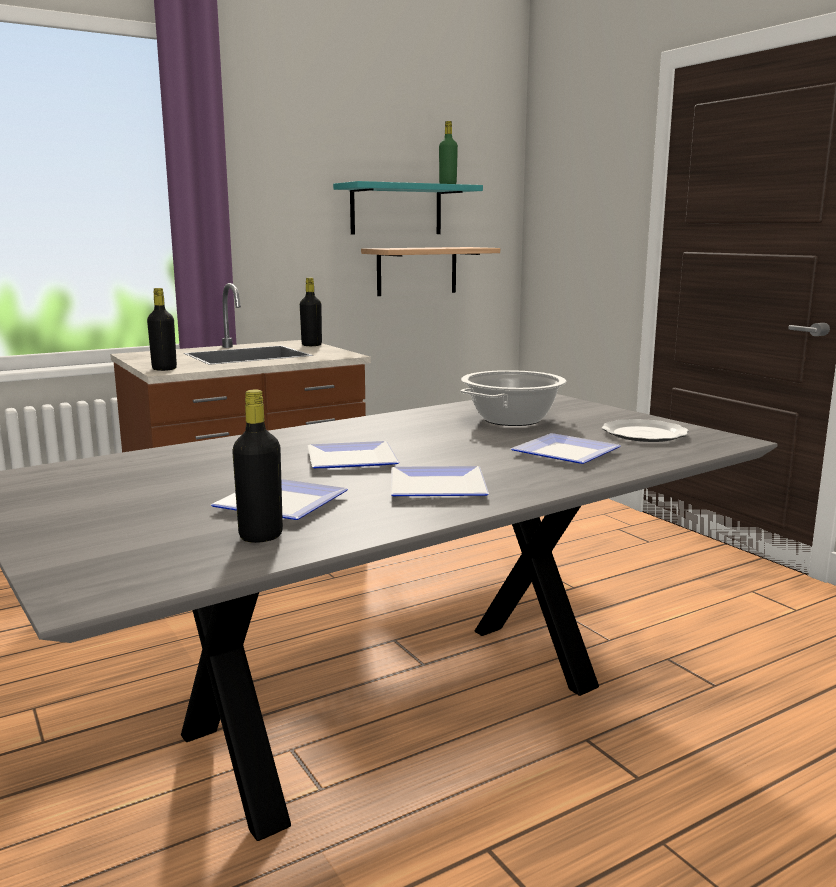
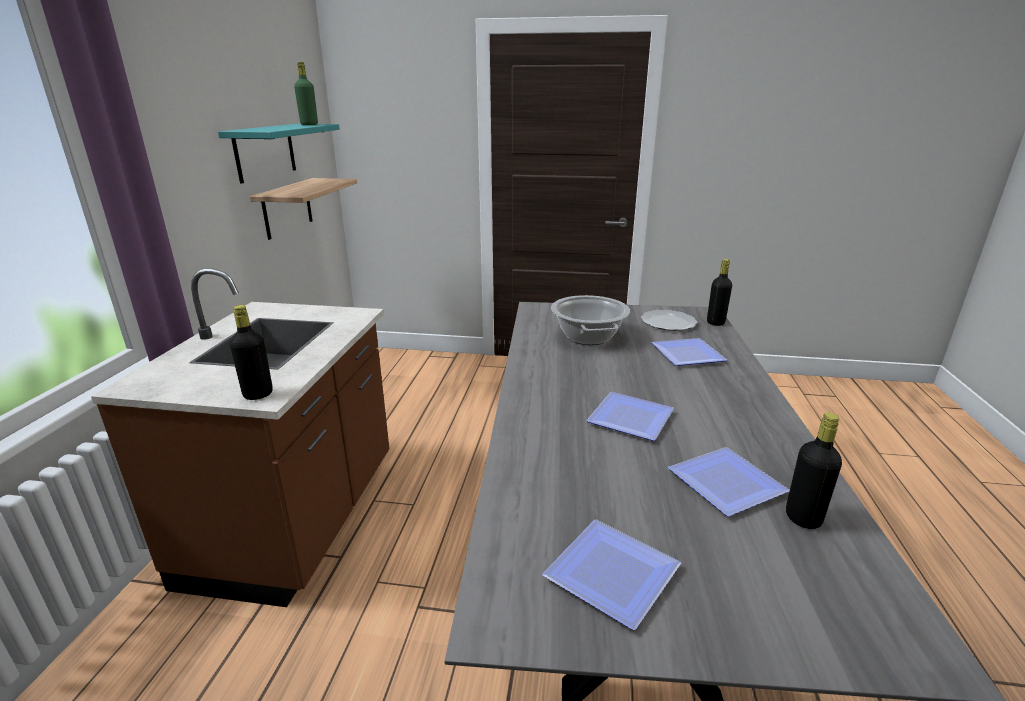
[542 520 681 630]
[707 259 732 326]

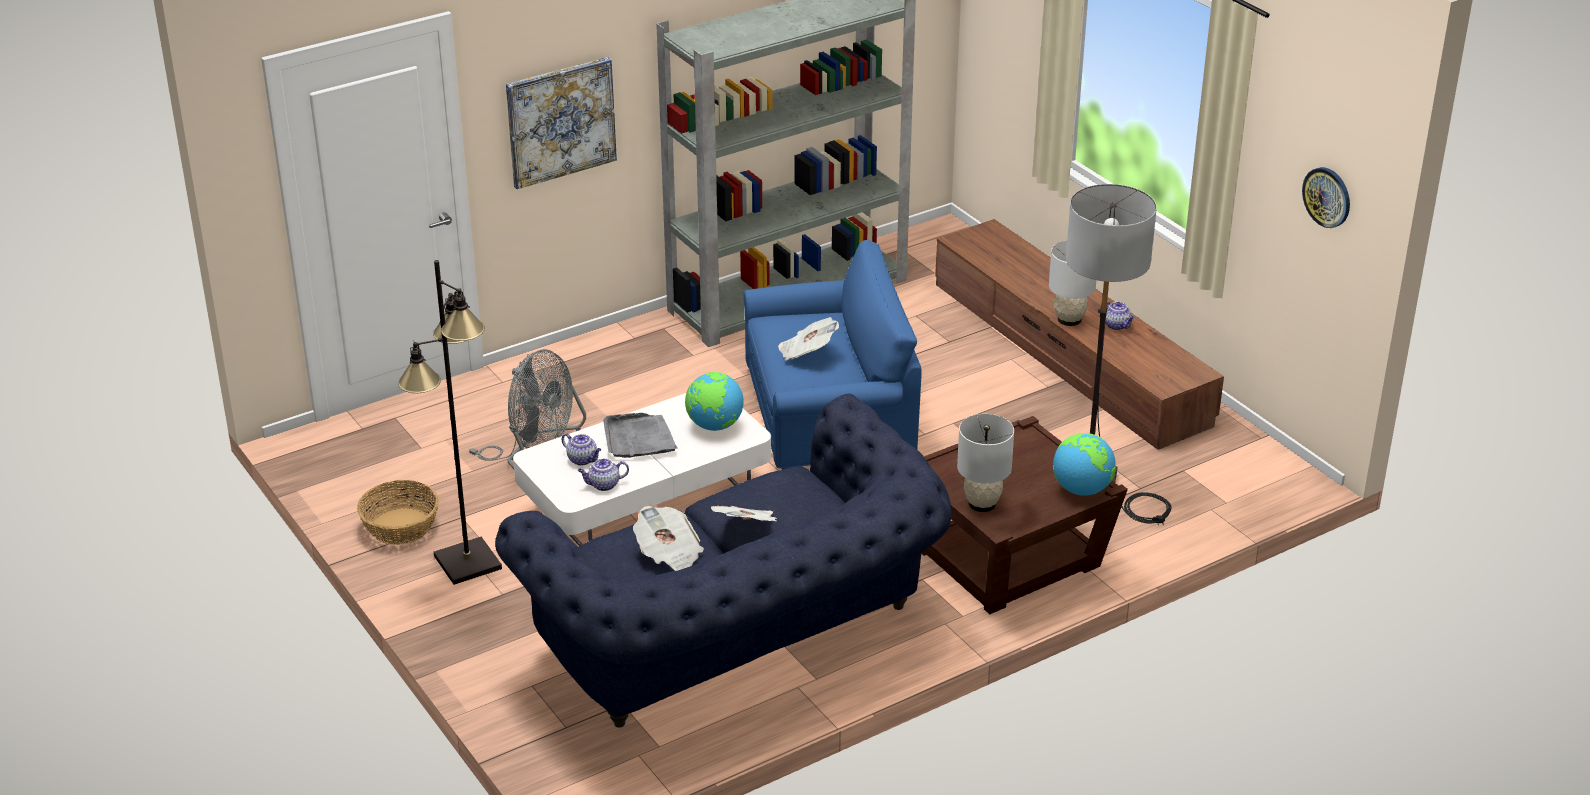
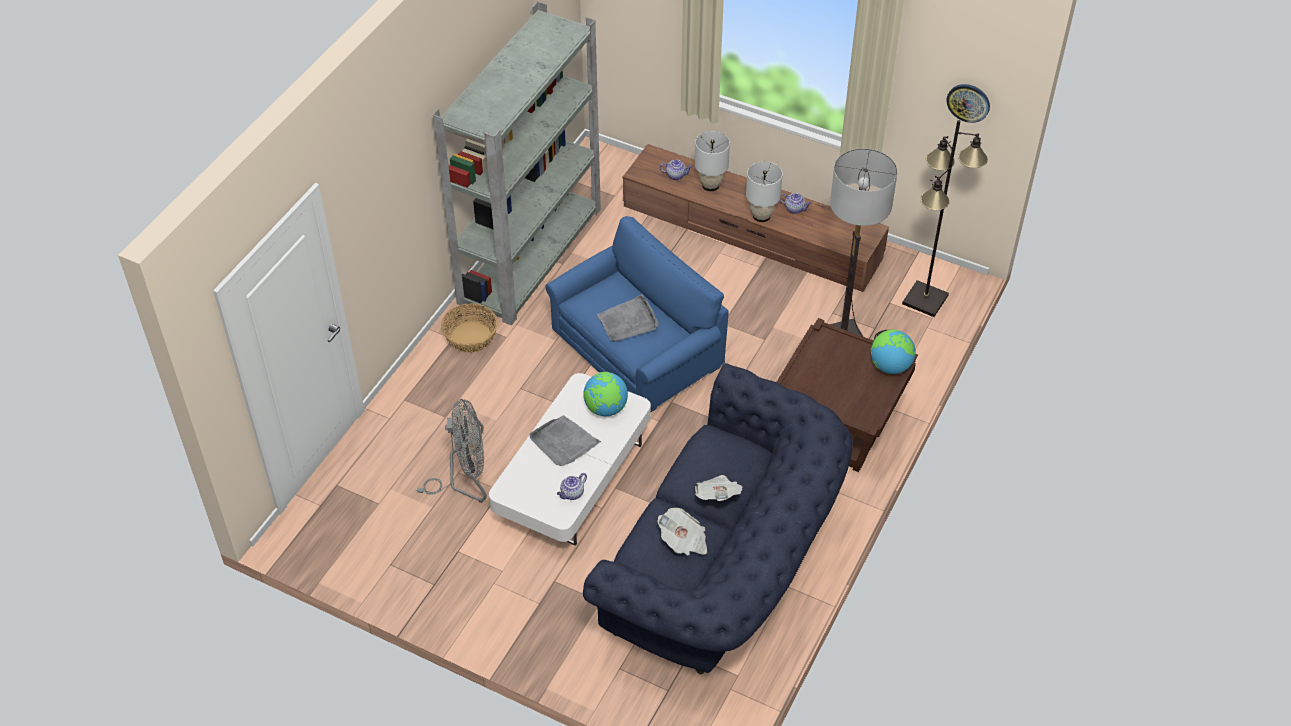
[441 303 498 353]
[597 294 659 342]
[660 159 693 180]
[695 131 730 191]
[902 120 988 317]
[506 57 617 189] (first image)

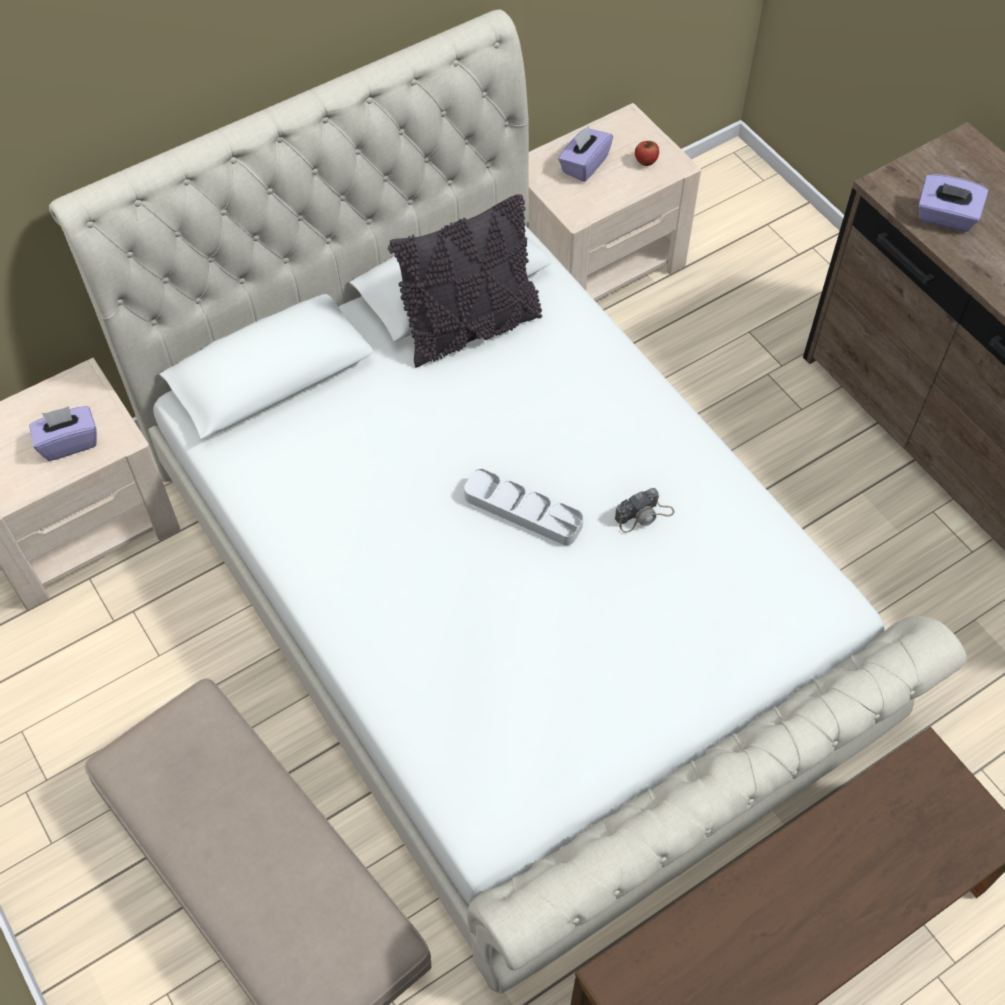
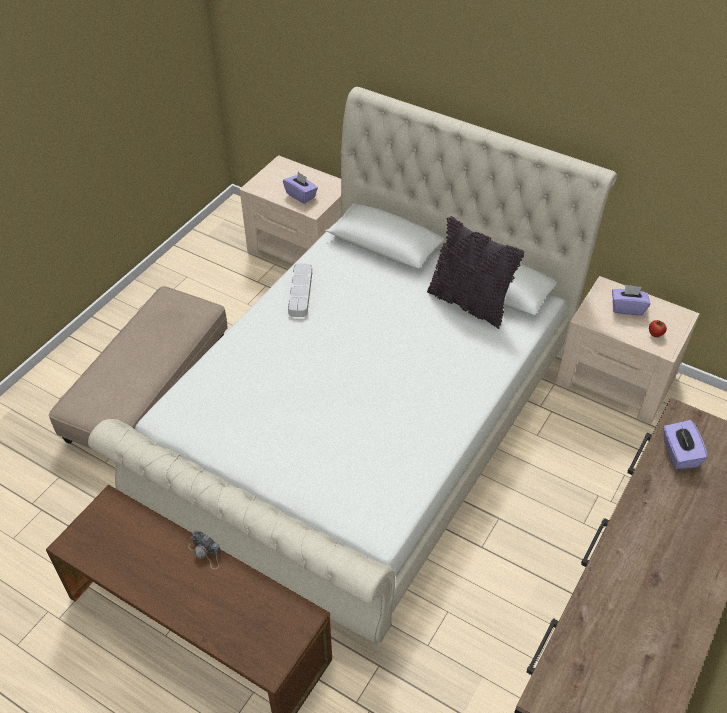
[188 531 221 570]
[288 263 312 317]

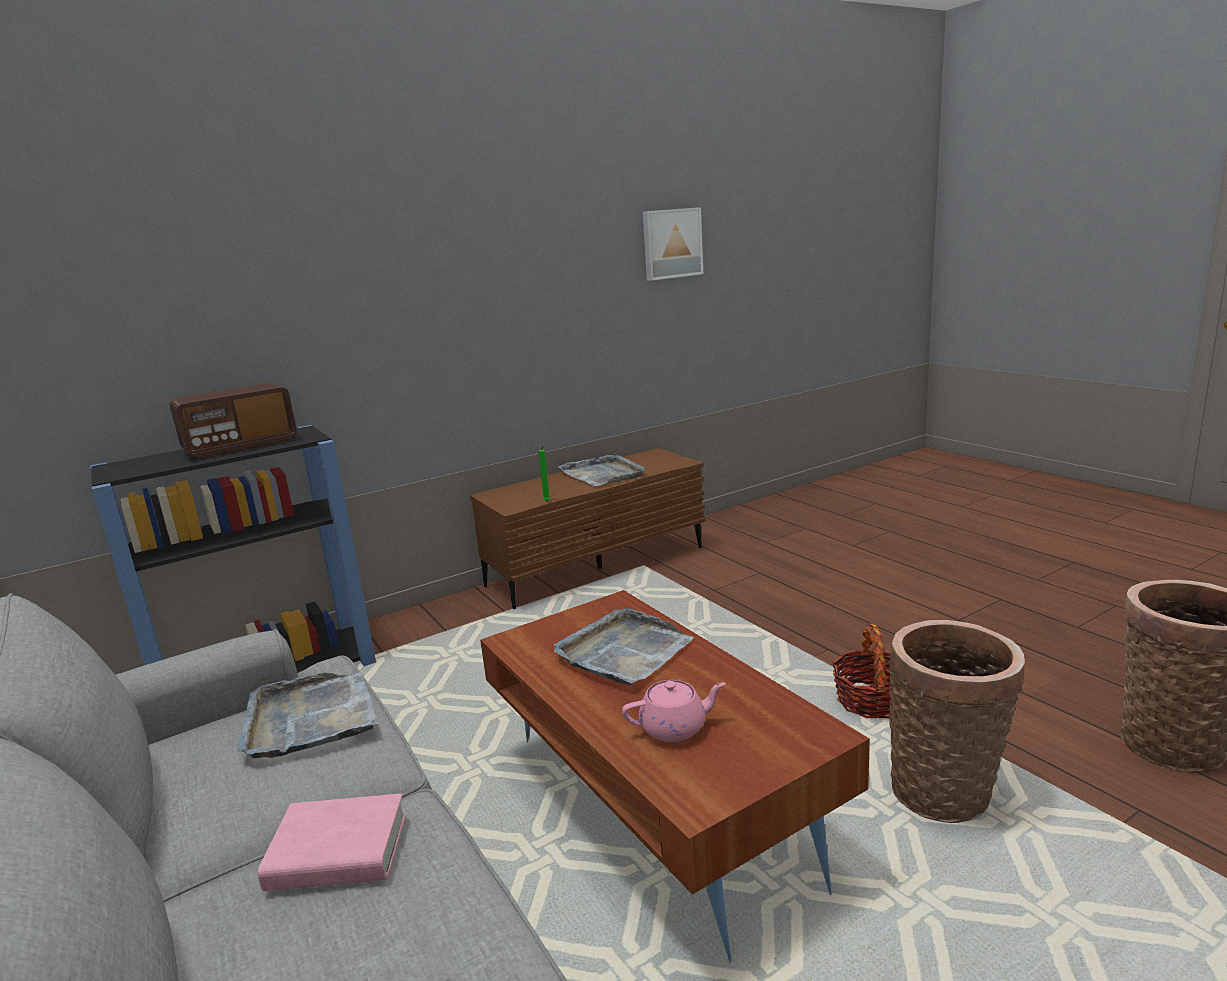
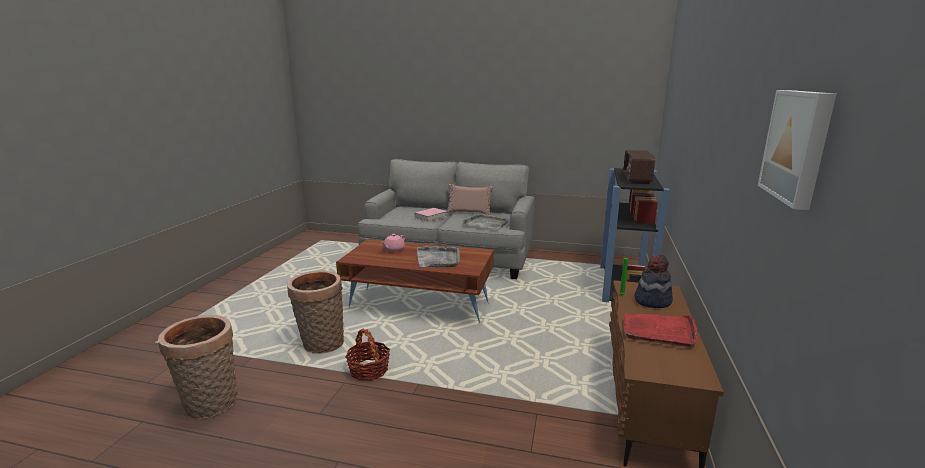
[446 184 493 215]
[624 313 699 347]
[634 255 673 308]

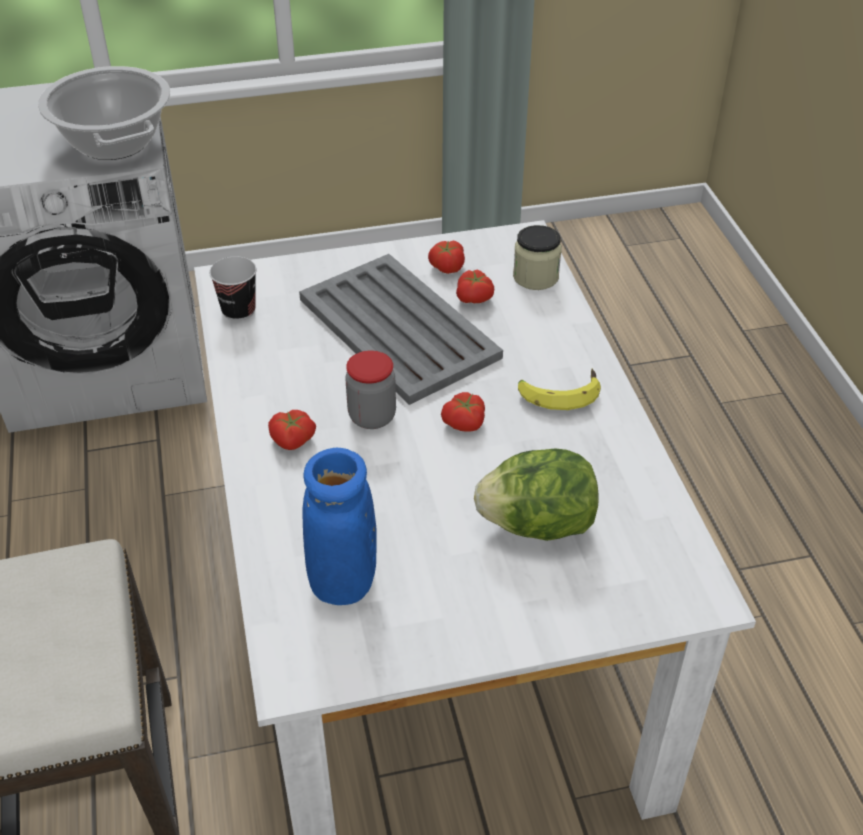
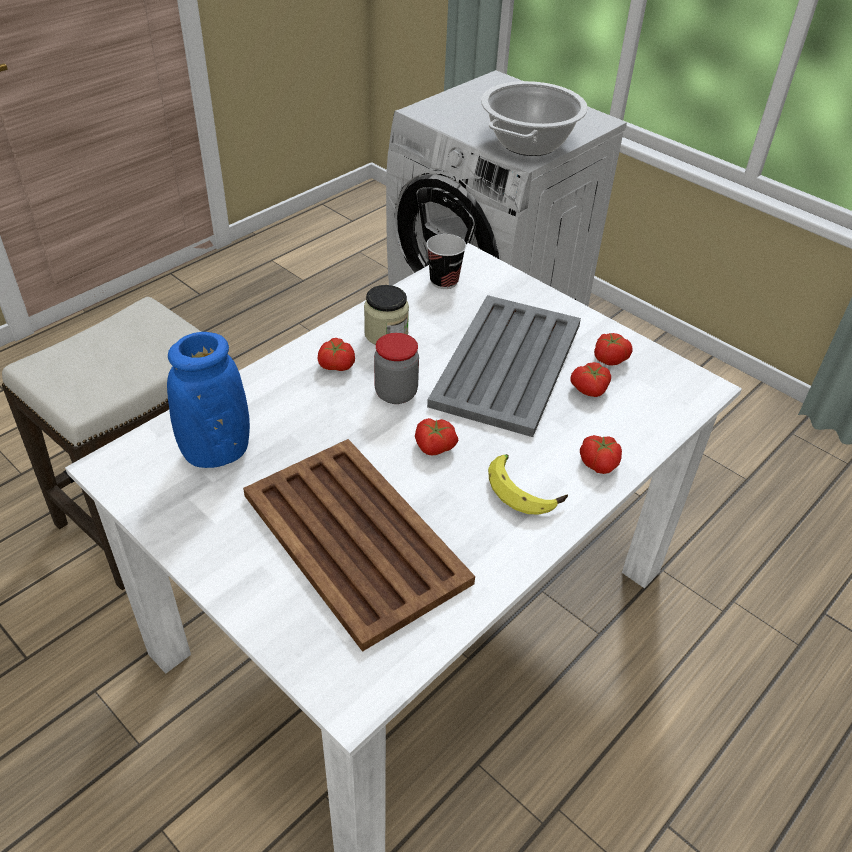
[243 439 475 652]
[364 285 409 345]
[580 435 622 474]

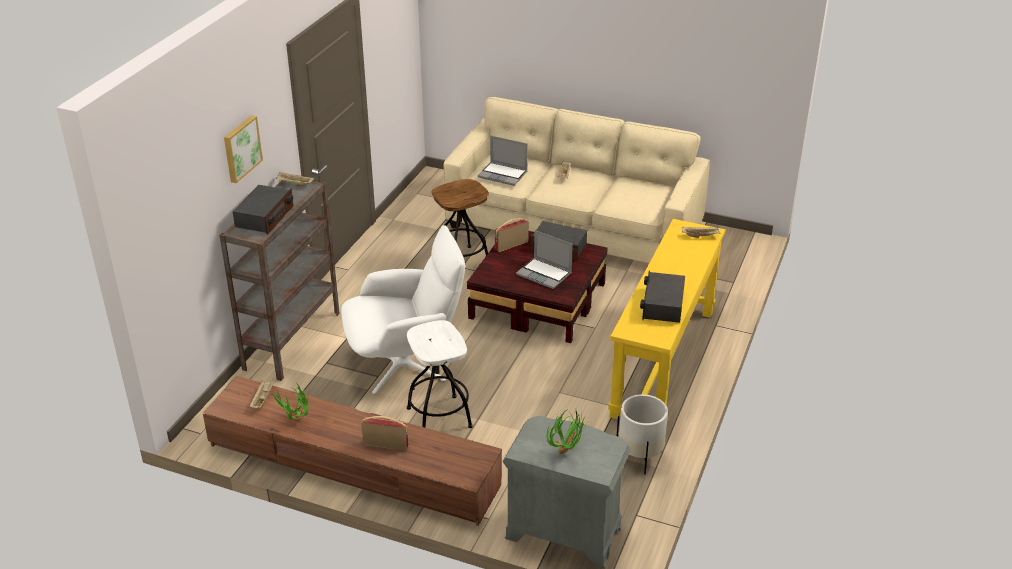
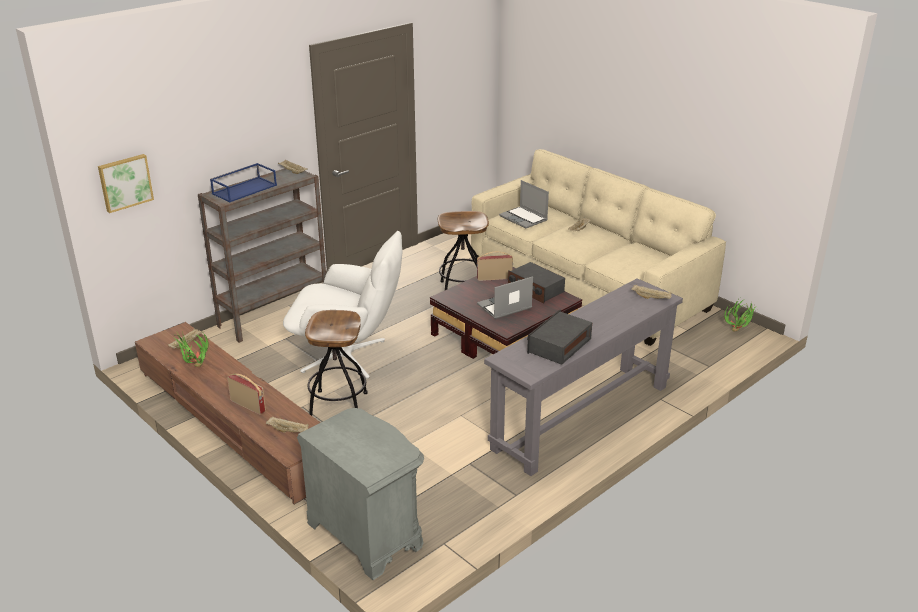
[98 154 154 213]
[210 163 277 202]
[266 417 309 433]
[305 310 368 417]
[477 276 533 319]
[484 278 683 476]
[724 299 755 332]
[617 394 668 474] (first image)

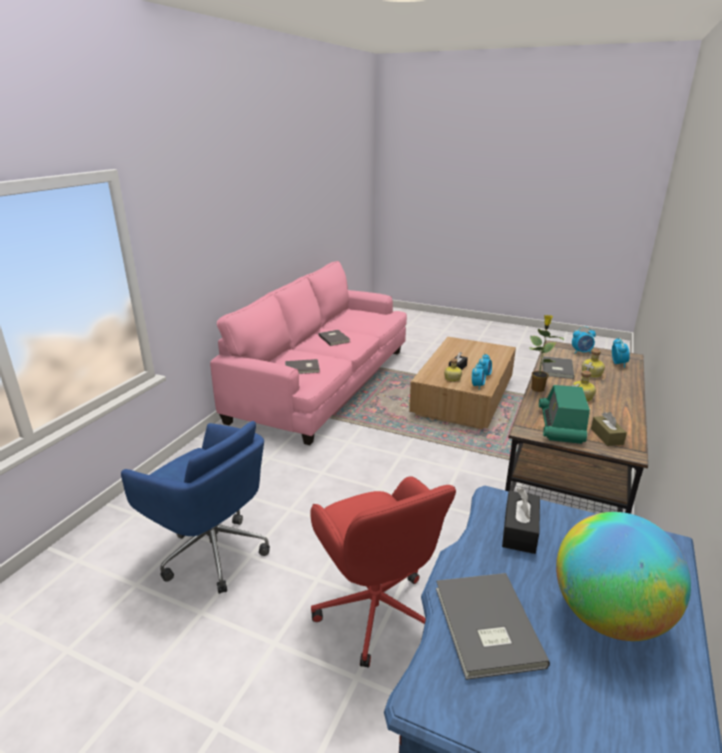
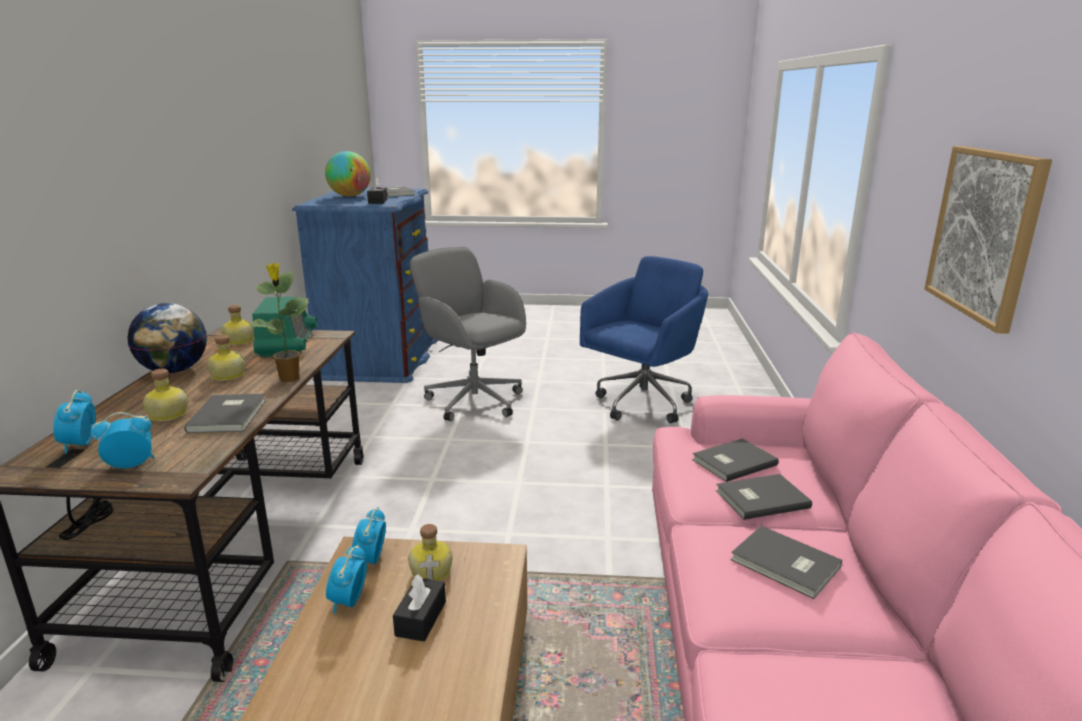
[128 303 207 373]
[221 305 254 345]
[410 247 526 421]
[580 256 708 423]
[716 474 812 520]
[924 146 1052 334]

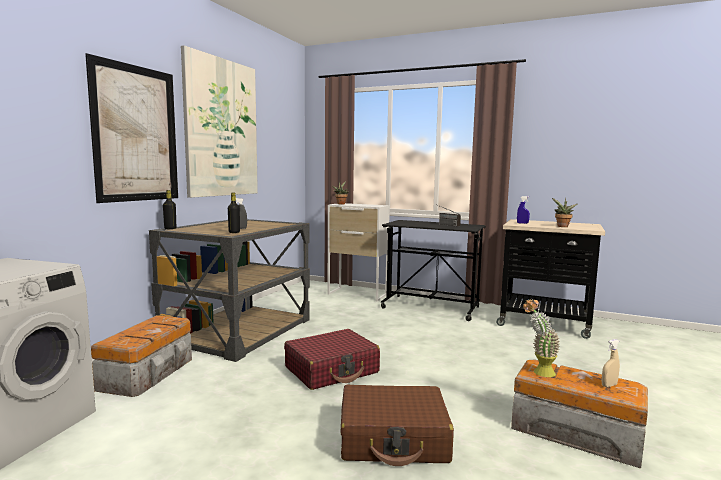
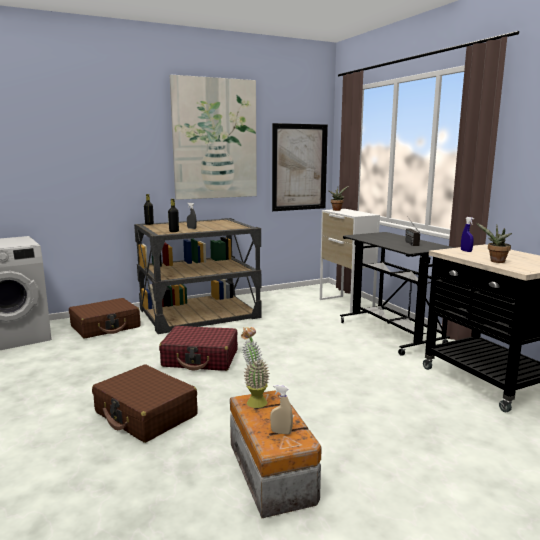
[69 298 140 338]
[272 123 328 211]

